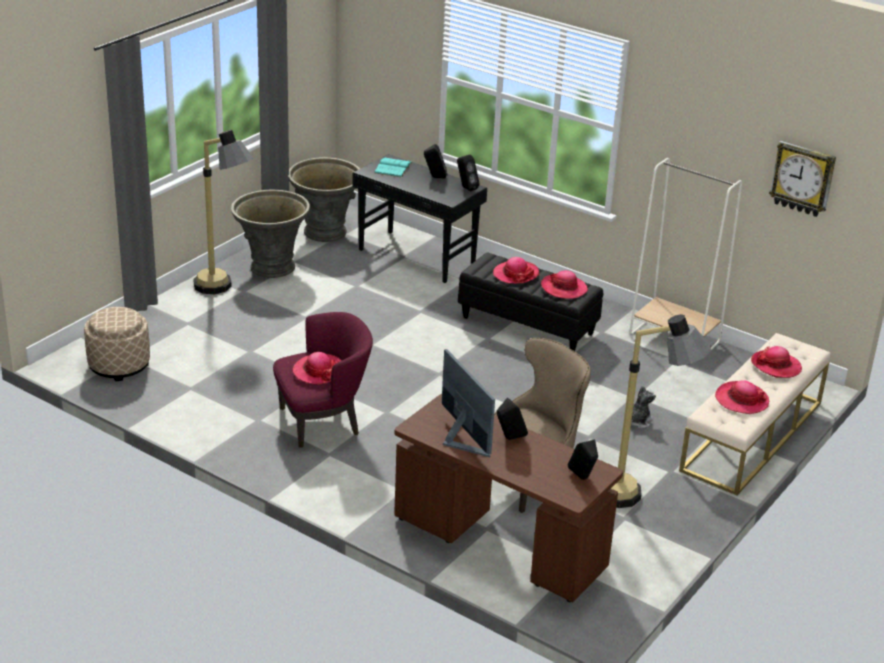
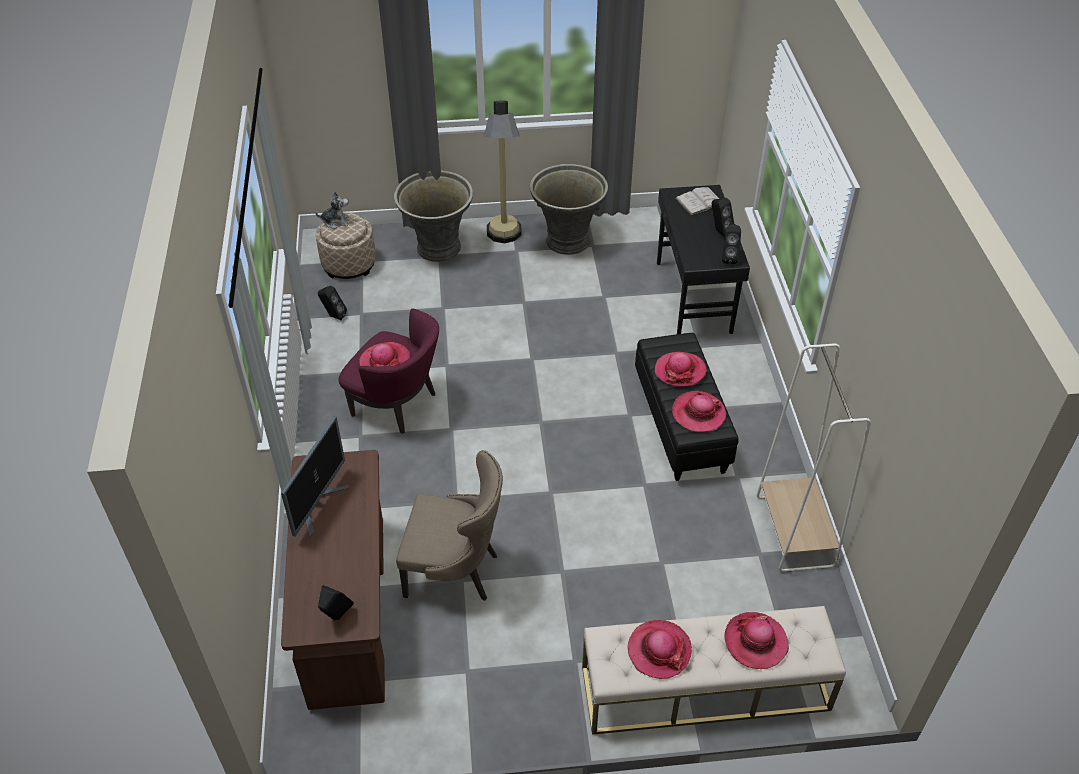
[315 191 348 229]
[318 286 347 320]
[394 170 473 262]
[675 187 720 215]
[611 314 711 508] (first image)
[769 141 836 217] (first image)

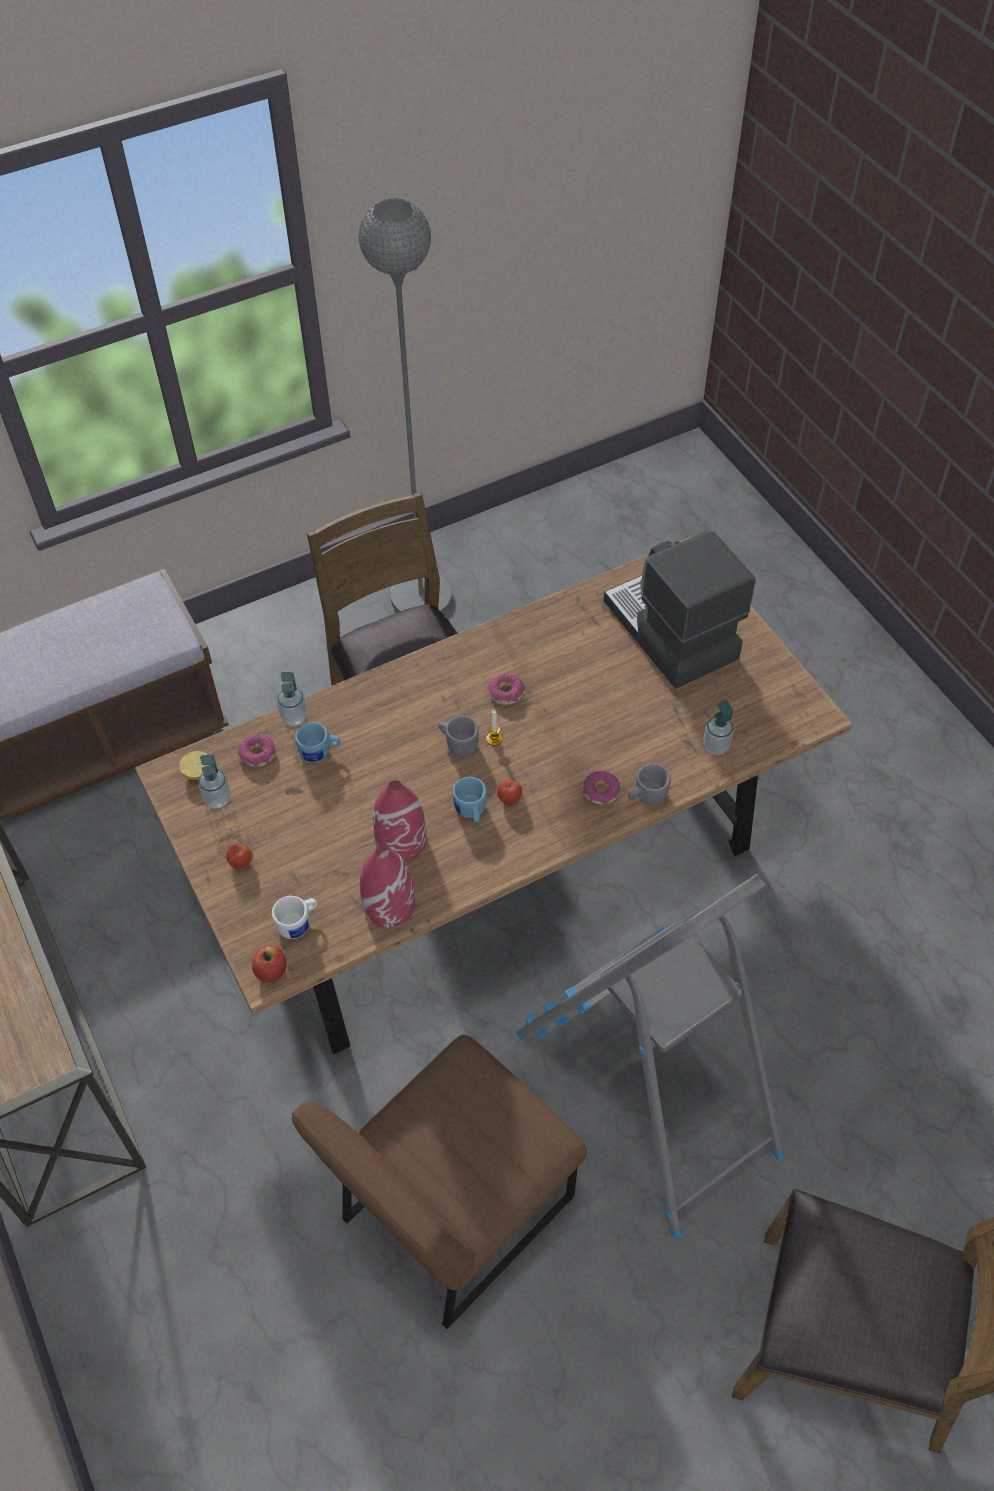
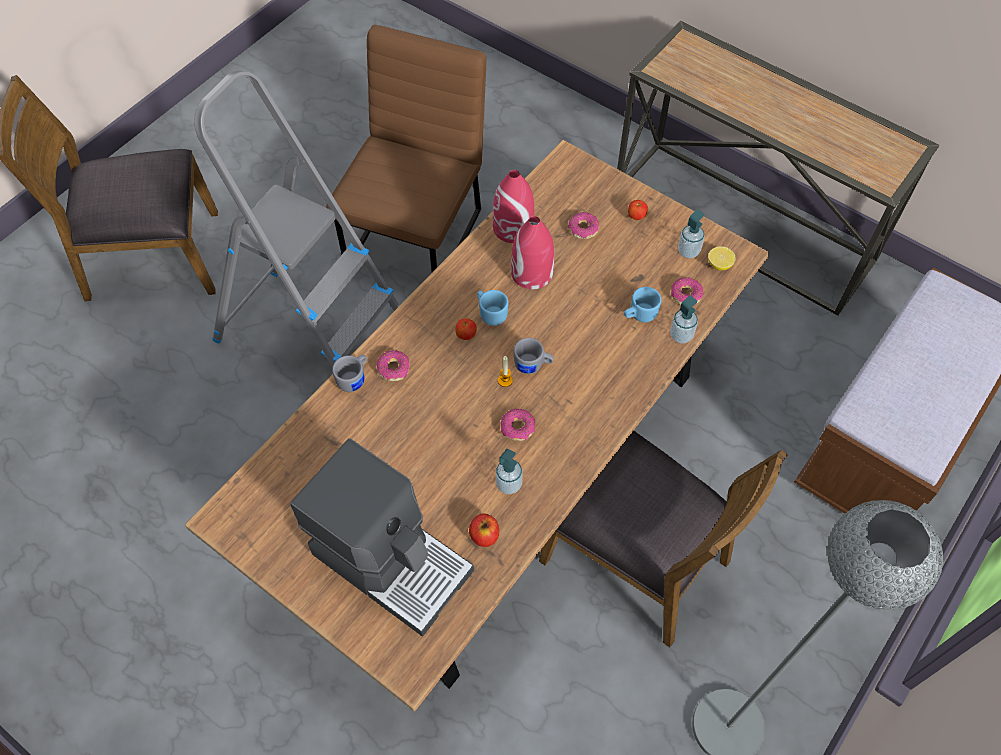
[469 514 499 547]
[496 449 523 494]
[568 212 599 239]
[272 896 317 939] (first image)

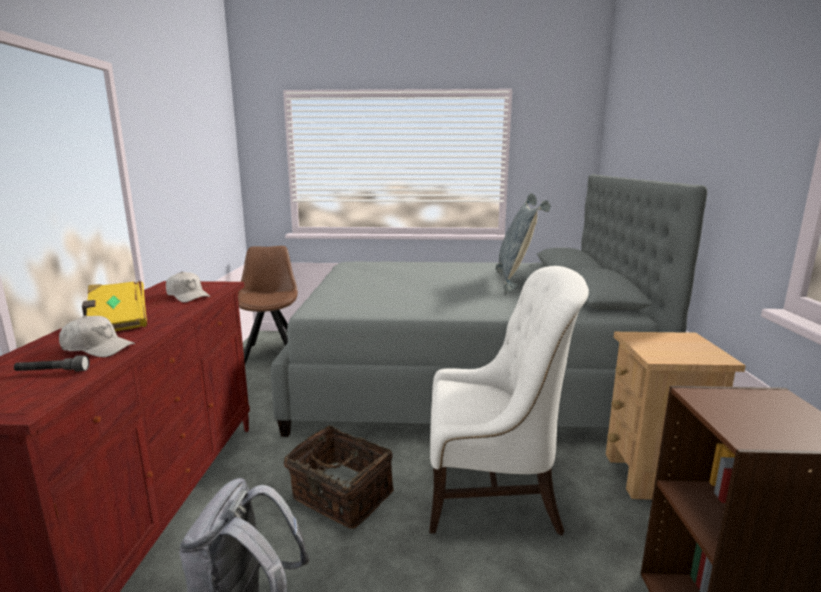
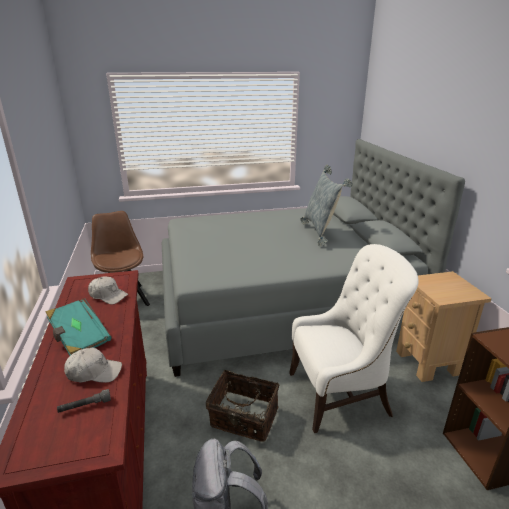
[45 298 112 356]

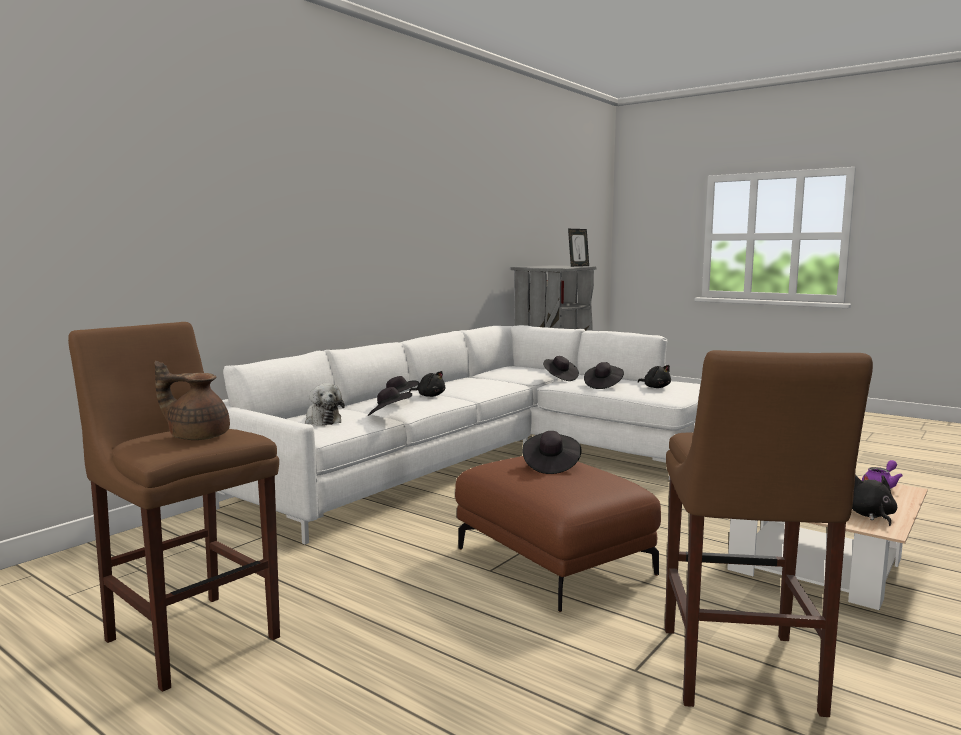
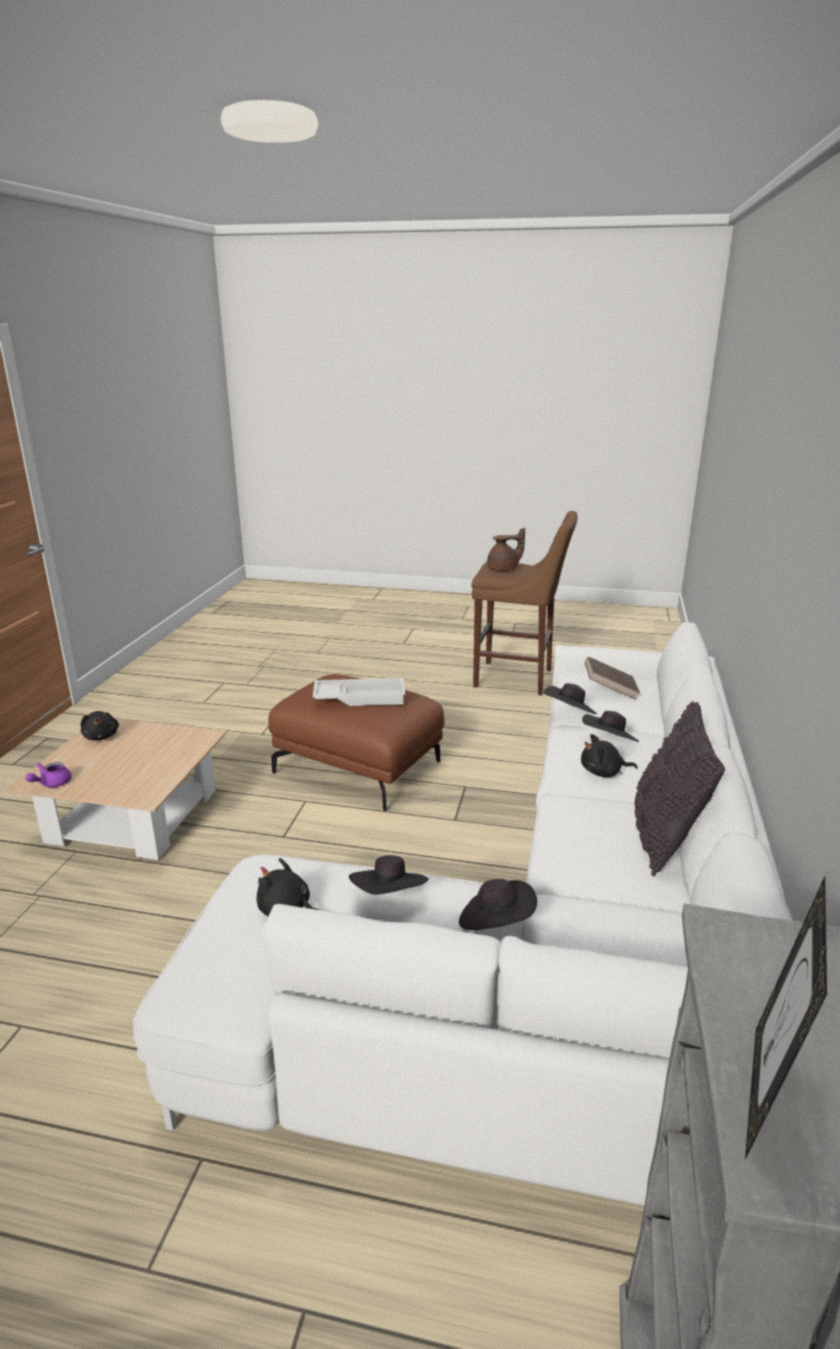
[313 678 405 706]
[585 657 640 699]
[634 701 725 876]
[665 350 873 717] (first image)

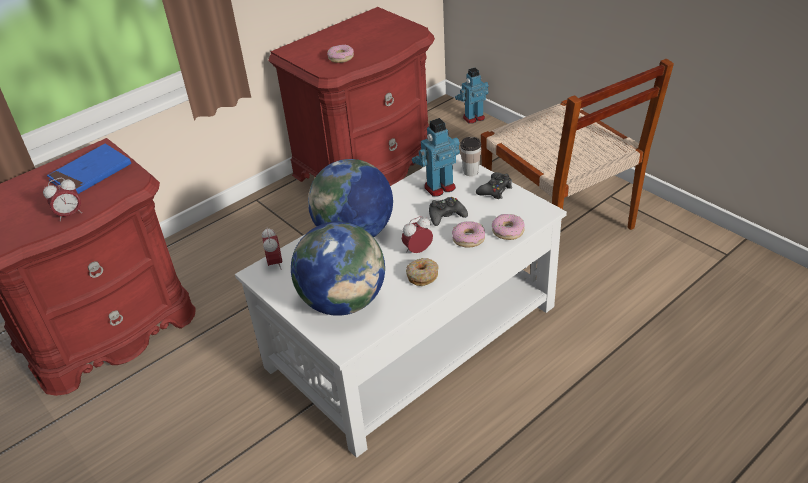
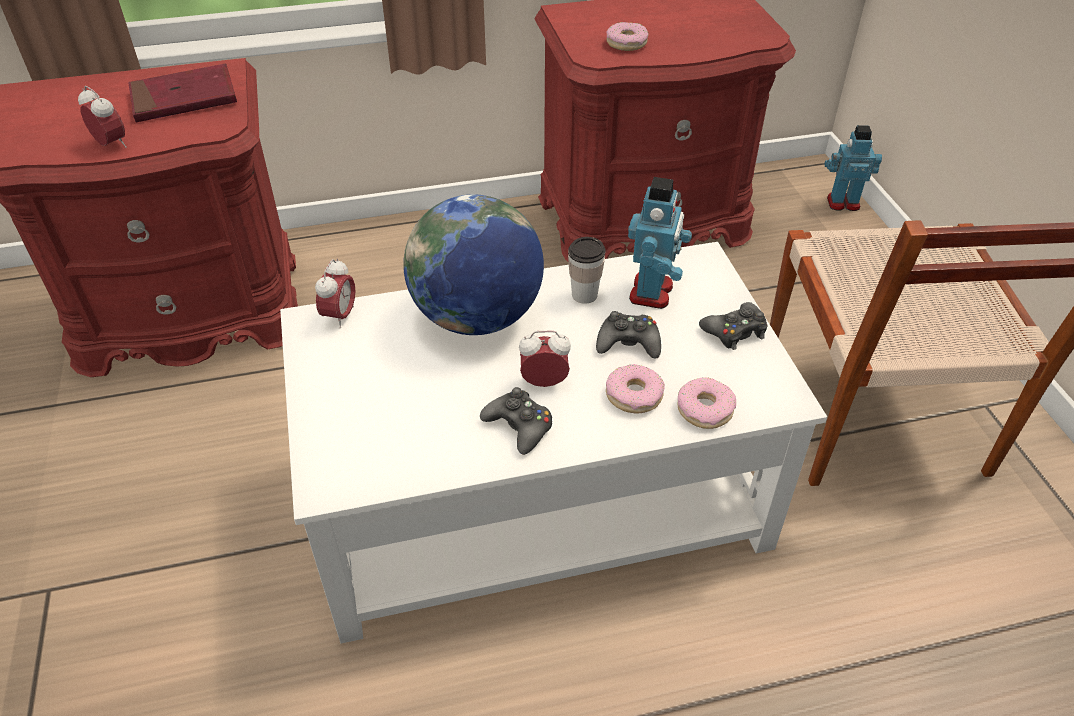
[78 86 127 148]
[128 64 237 122]
[480 387 552 455]
[568 237 605 304]
[628 177 692 309]
[291 221 385 316] (first image)

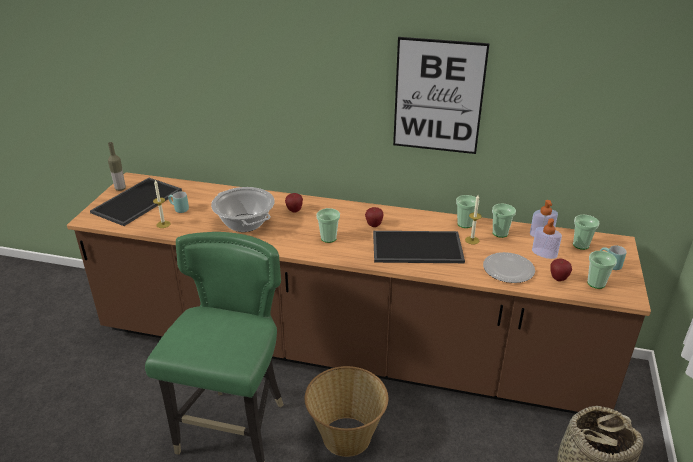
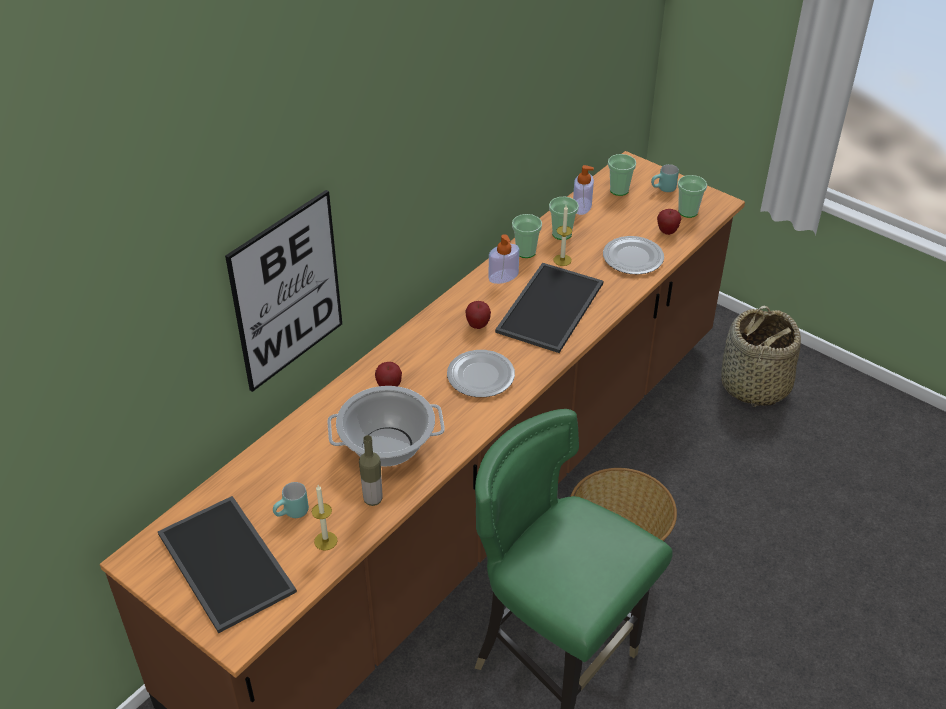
[225 190 342 392]
[359 435 383 506]
[447 350 515 397]
[489 234 519 284]

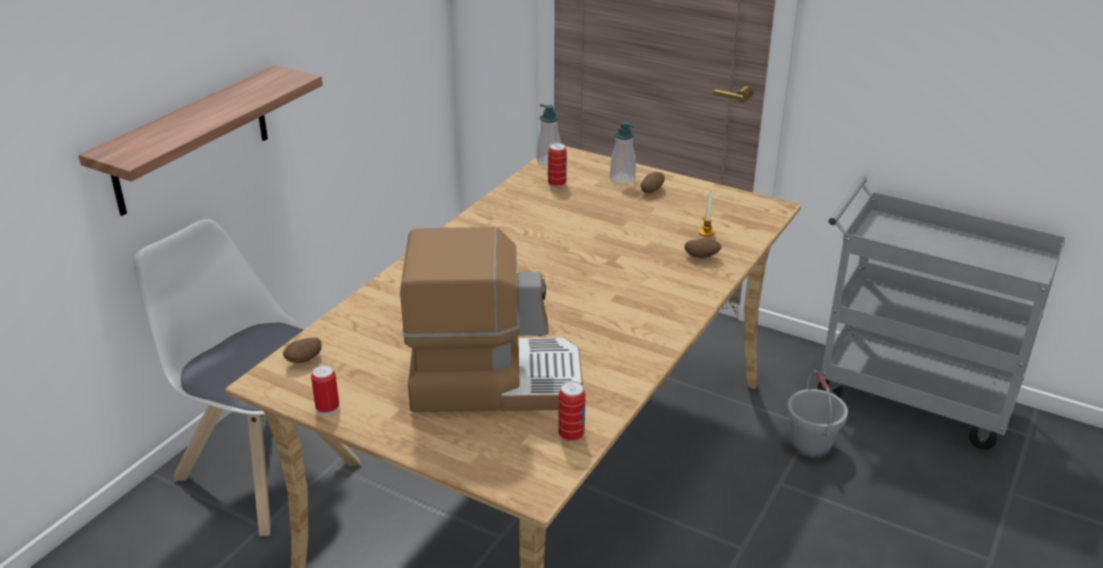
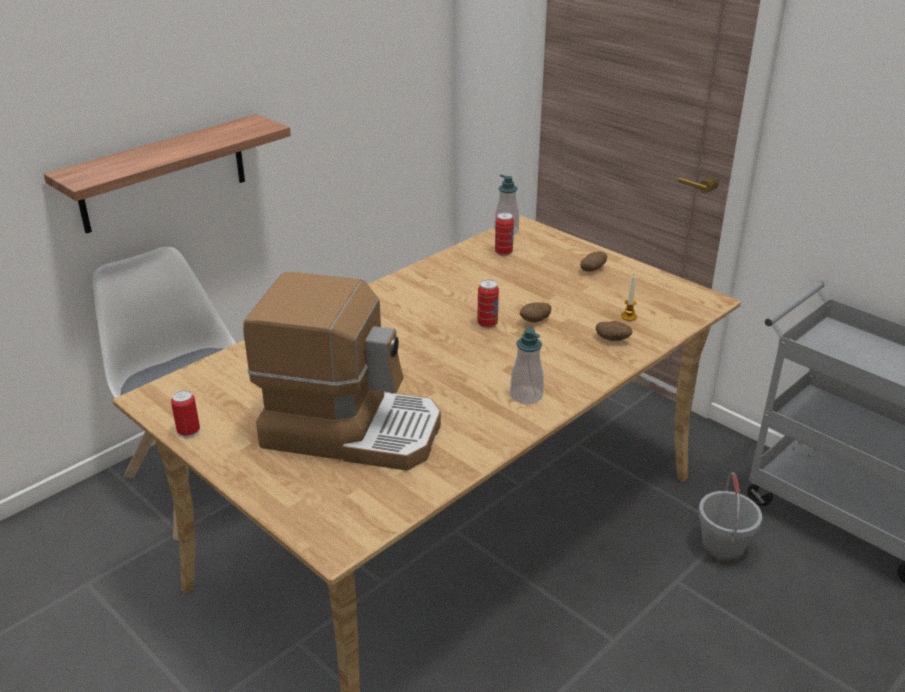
[477 279 499 328]
[510 328 544 404]
[520 302 551 322]

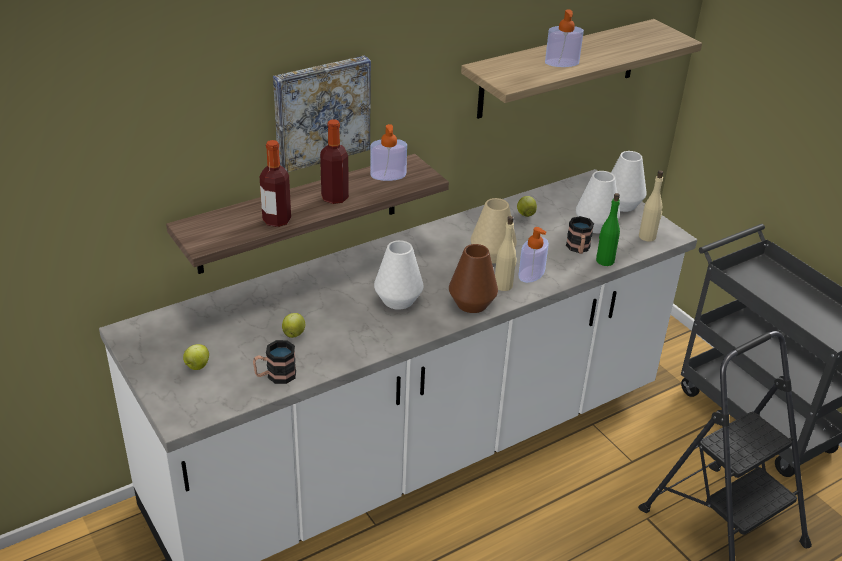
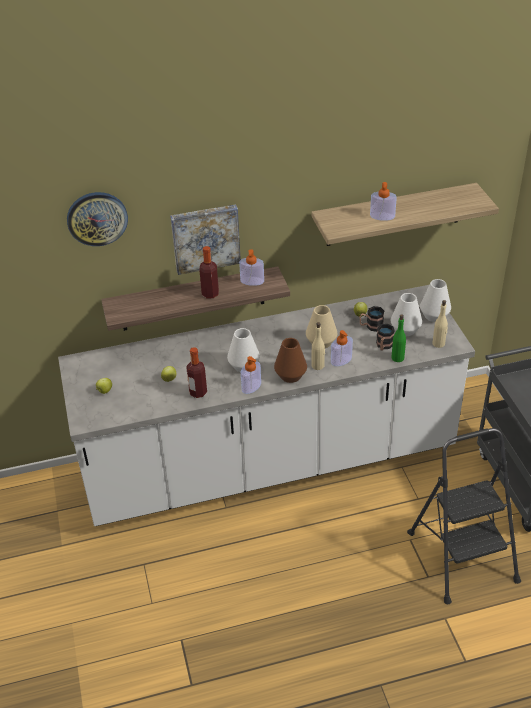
[67 192 128 246]
[186 347 207 398]
[241 356 261 394]
[359 306 384 332]

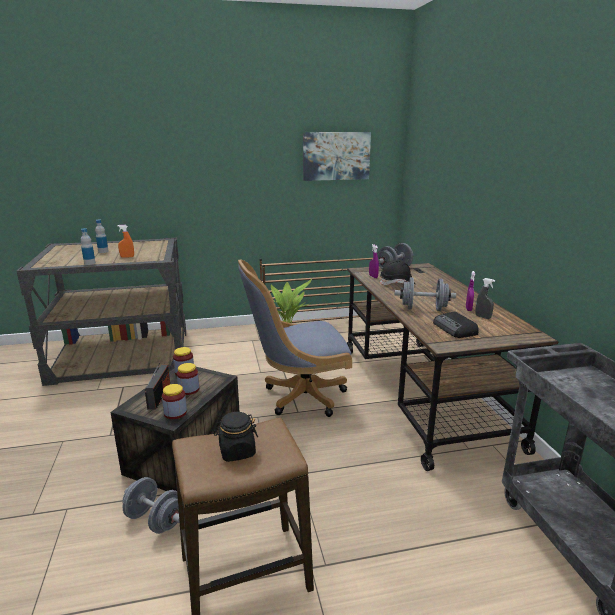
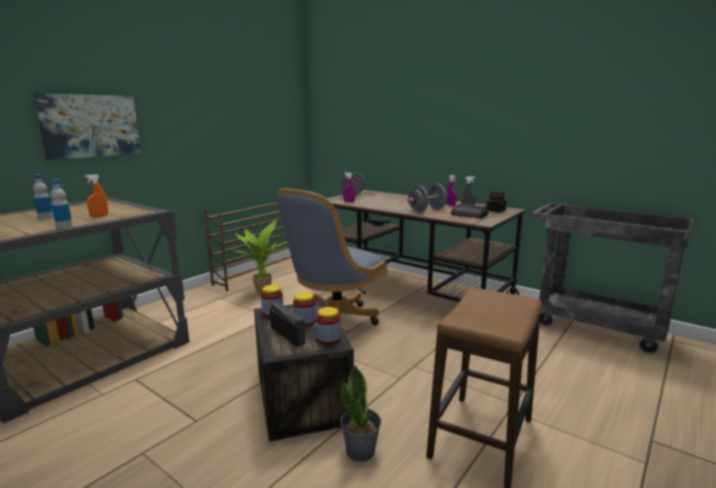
[34 93 141 160]
[340 365 381 462]
[486 190 506 212]
[380 260 415 285] (first image)

